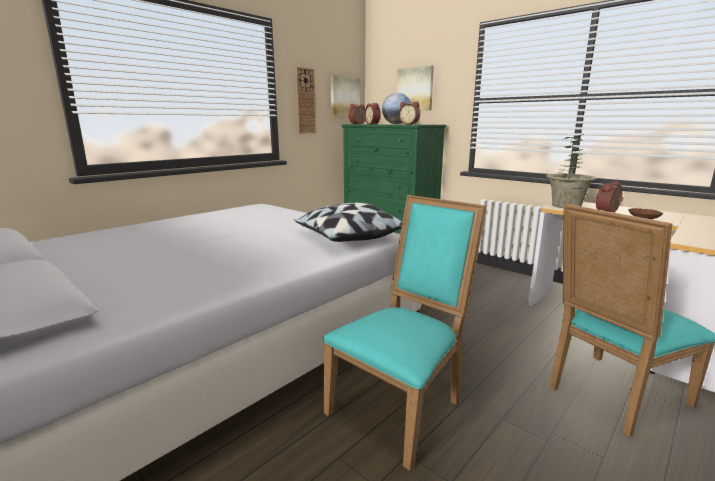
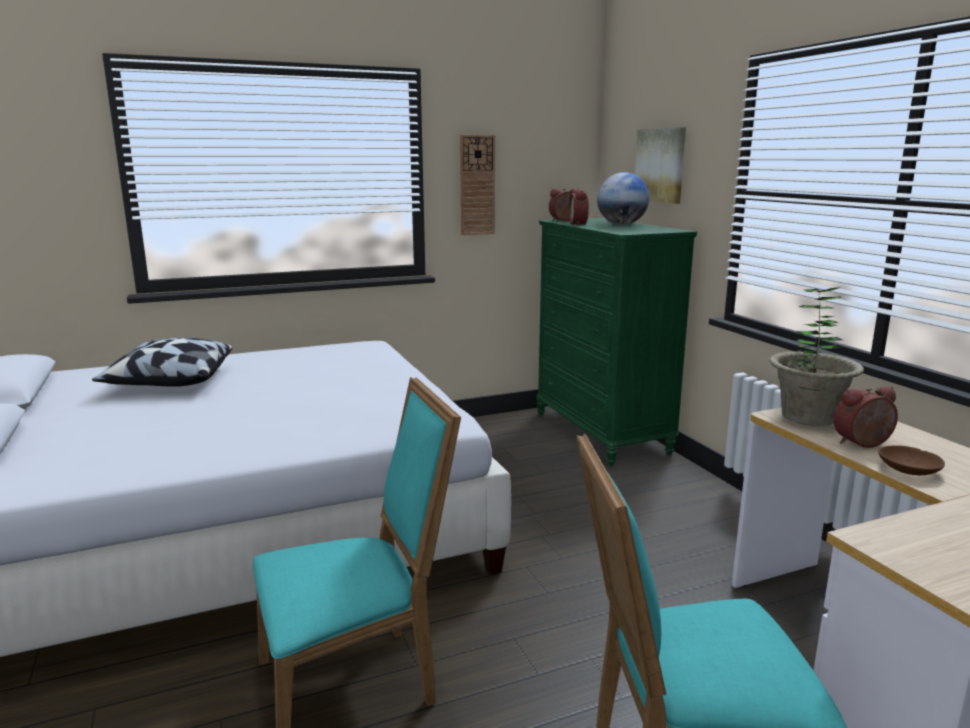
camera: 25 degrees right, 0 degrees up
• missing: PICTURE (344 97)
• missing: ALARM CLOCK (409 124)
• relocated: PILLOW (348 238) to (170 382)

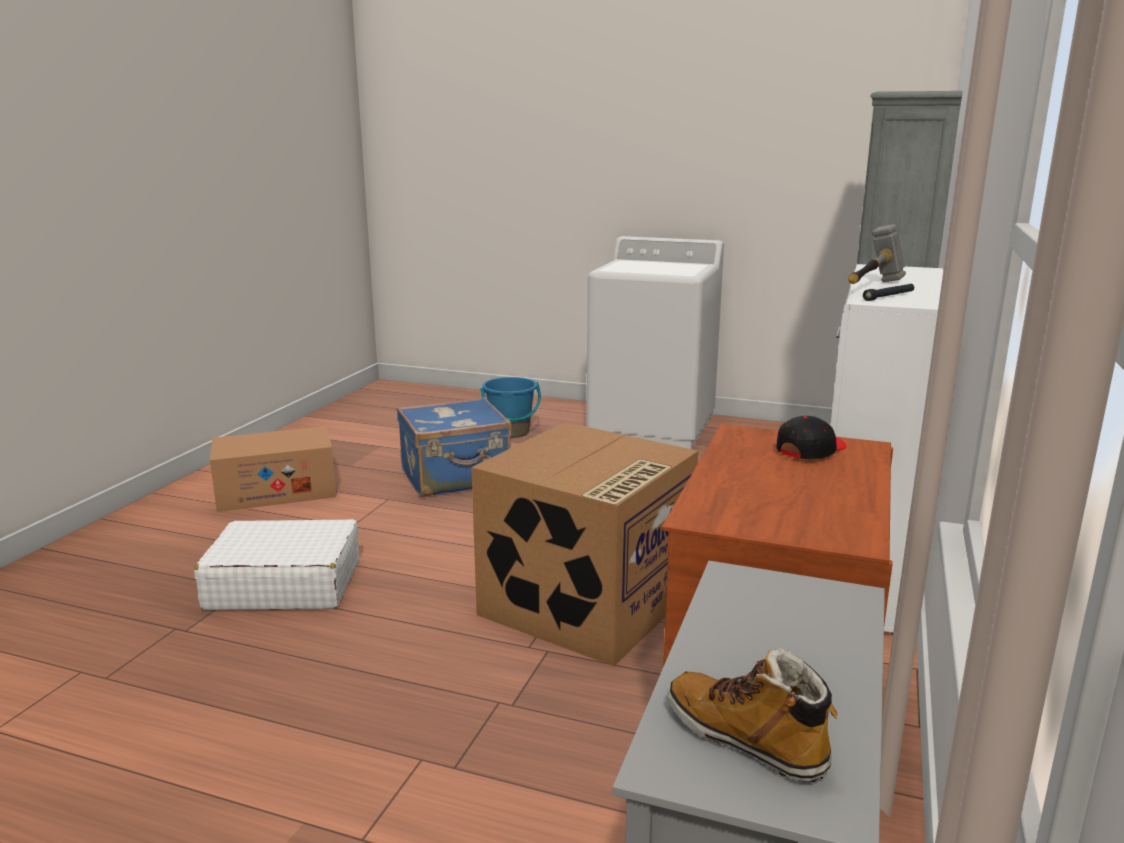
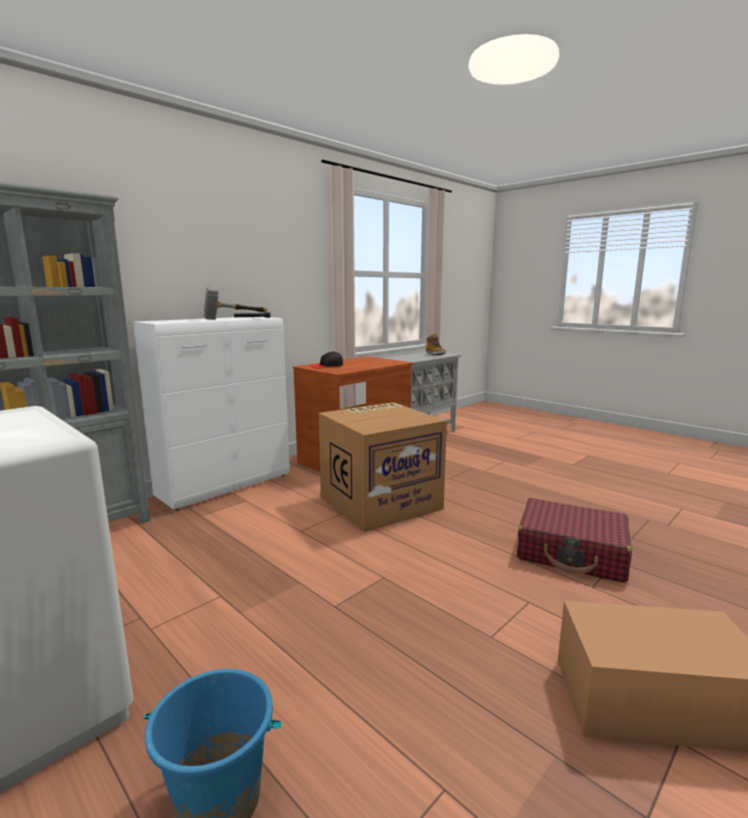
camera: 155 degrees left, 5 degrees down
• missing: BLUE SUITCASE (456 478)
• colour: WHITE SUITCASE (283 584) to RED SUITCASE (572 553)

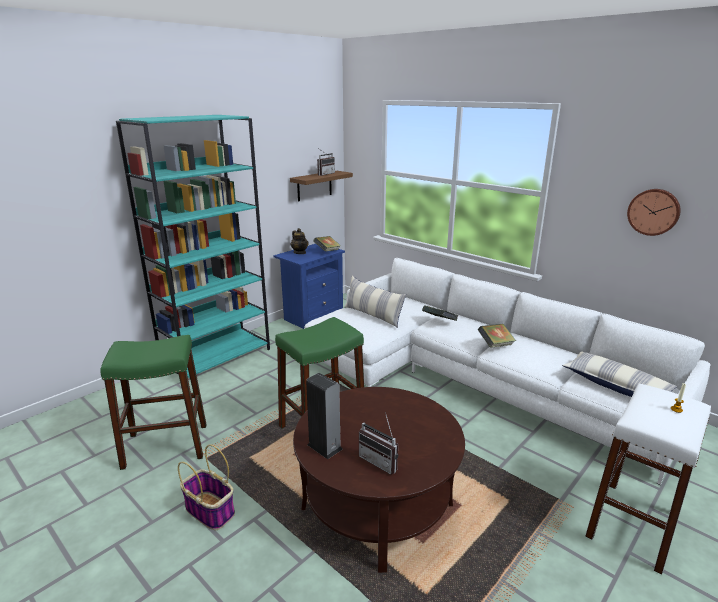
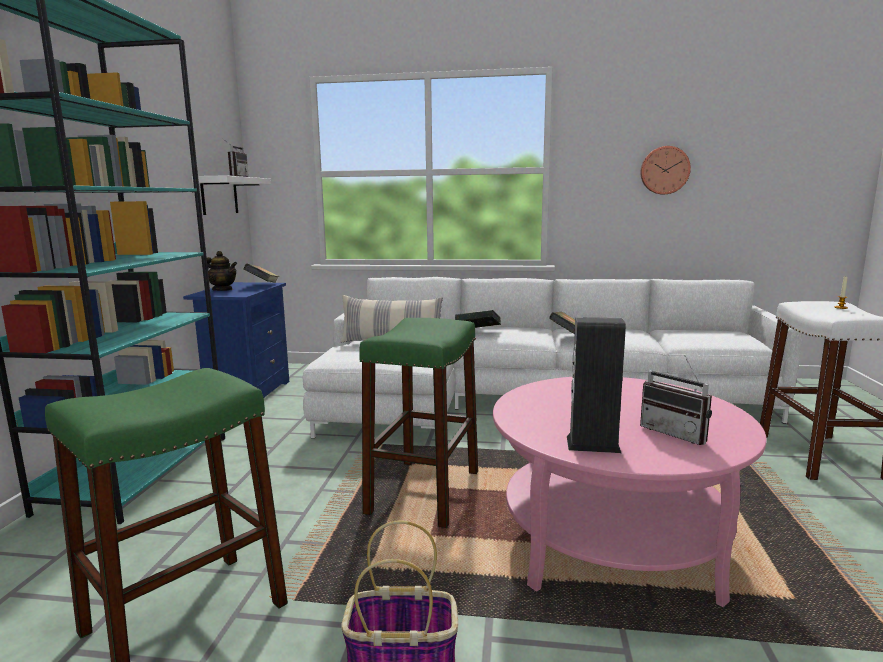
camera: 35 degrees left, 10 degrees down
• colour: BROWN SHELF (314 186) to WHITE SHELF (219 195)
• missing: PILLOW (615 385)
• colour: BROWN COFFEE TABLE (377 505) to PINK COFFEE TABLE (613 542)
• spun: RADIO (381 461) = (677 433) 45 degrees clockwise

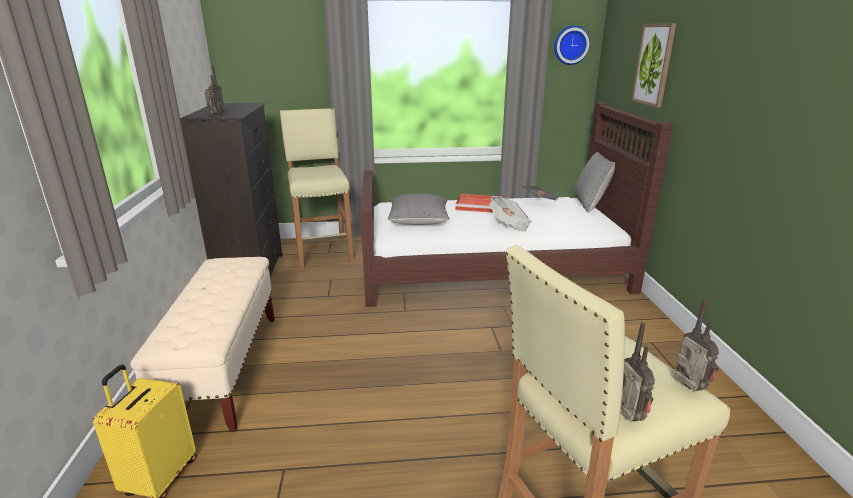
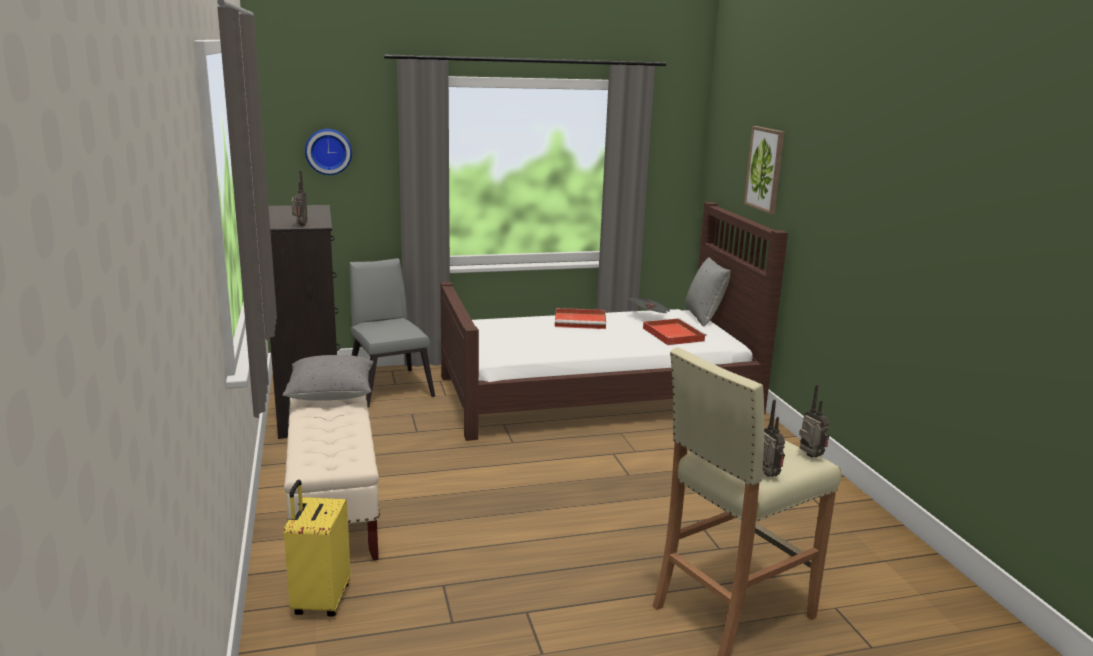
camera: 10 degrees left, 5 degrees down
• relocated: WALL CLOCK (570 45) to (328 151)
• exchanged: BEIGE STOOL (323 253) to GREY CHAIR (389 385)
• relocated: GREY PILLOW (418 221) to (331 394)
• missing: NEWSPAPER (509 225)
• appeared: RED TRAY (672 334)

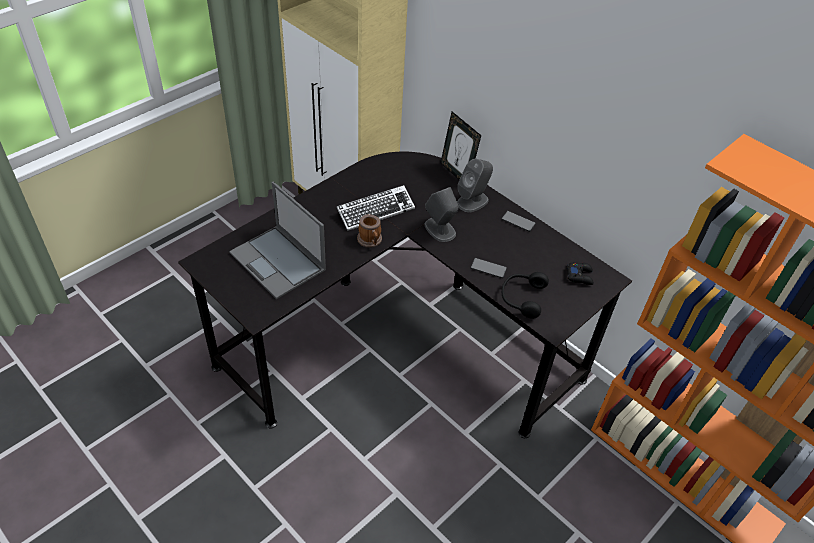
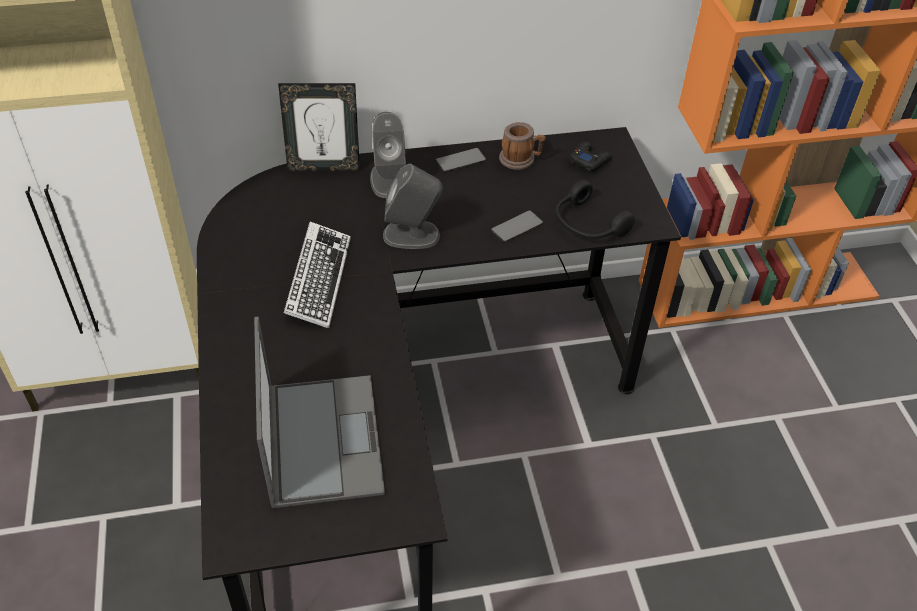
camera: 55 degrees left, 0 degrees up
• spun: LAPTOP (278 262) = (322 438) 90 degrees counterclockwise
• relocated: MUG (370 241) to (521 159)

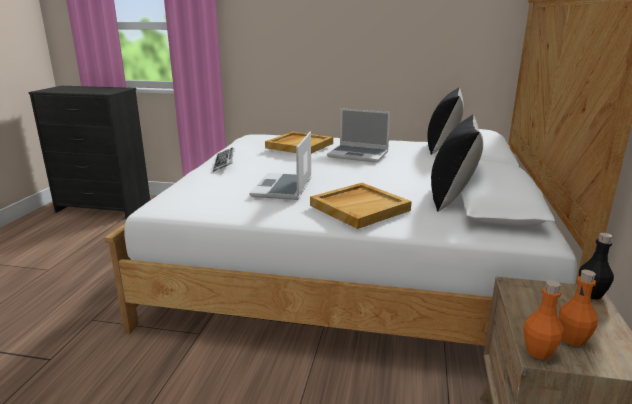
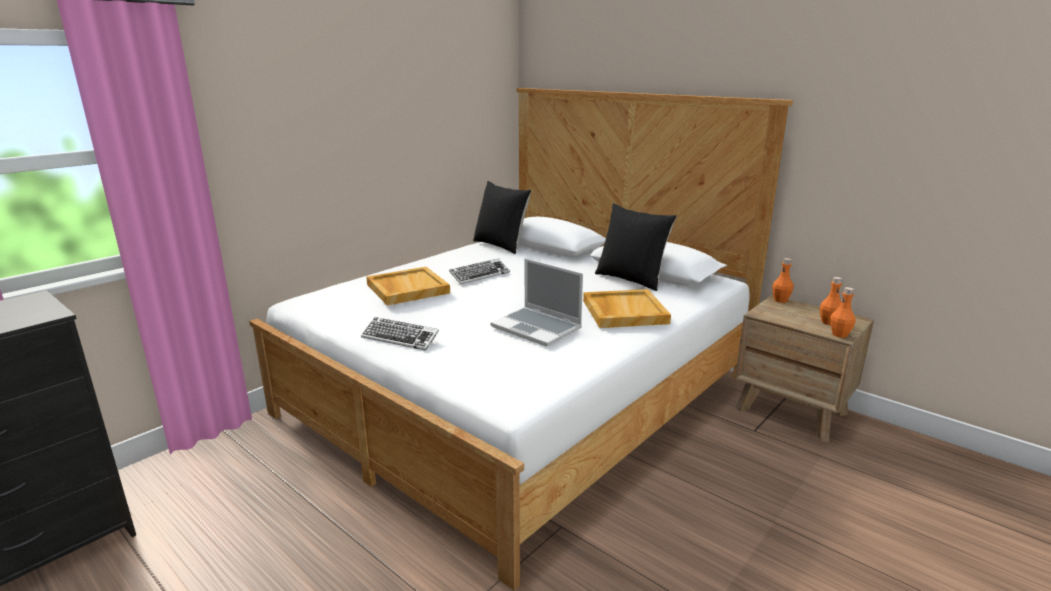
camera: 60 degrees left, 0 degrees up
• exchanged: LAPTOP (359 155) to KEYBOARD (480 275)
• colour: BLACK BOTTLE (591 294) to ORANGE BOTTLE (780 300)

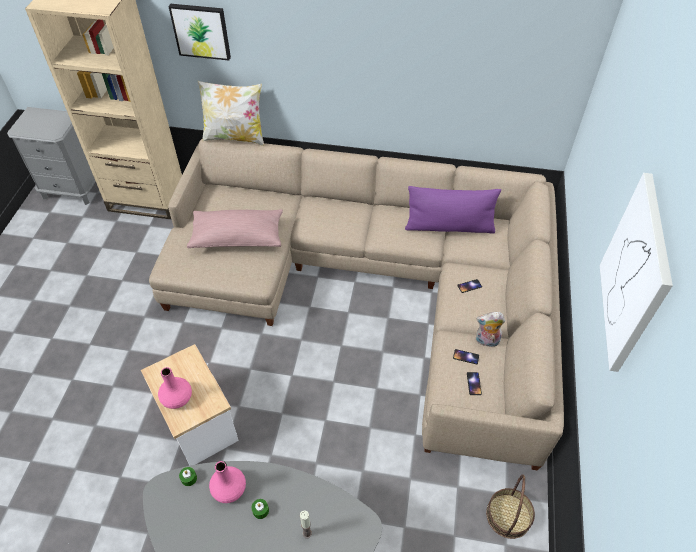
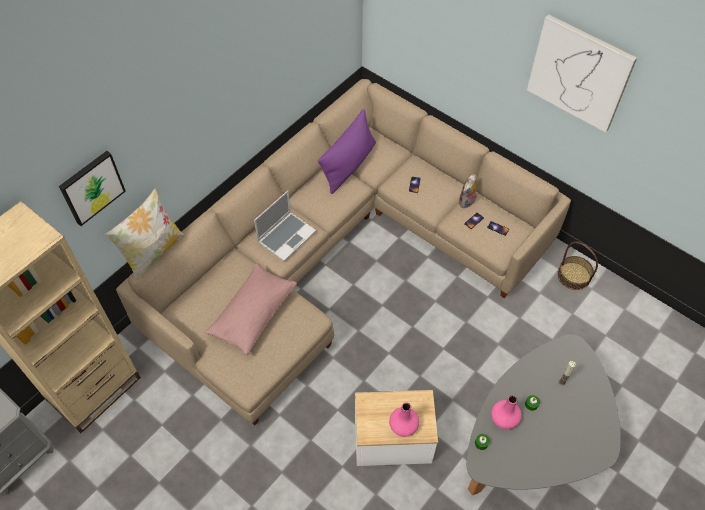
camera: 60 degrees left, 5 degrees up
• appeared: LAPTOP (286 236)

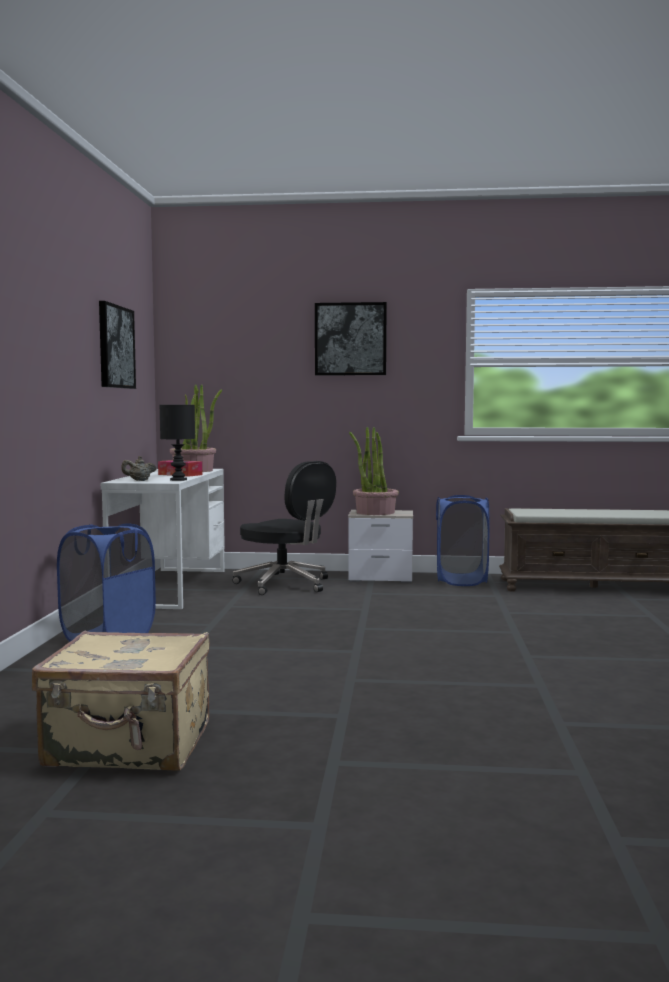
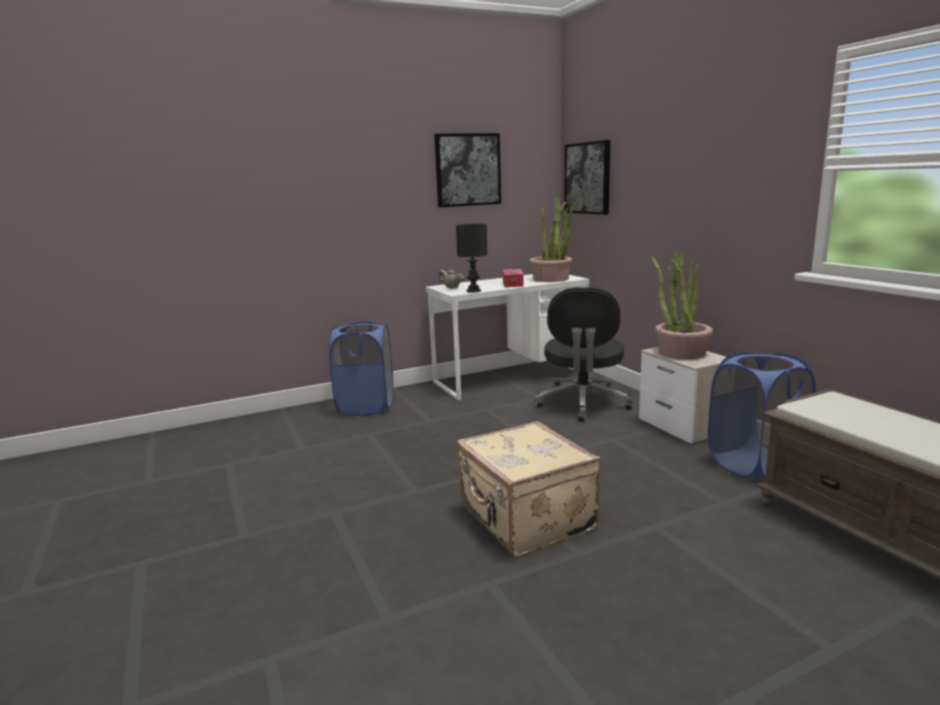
camera: 60 degrees right, 10 degrees up
• relocated: PICTURE (350 339) to (588 178)
• relocated: BEIGE SUITCASE (130 746) to (525 519)

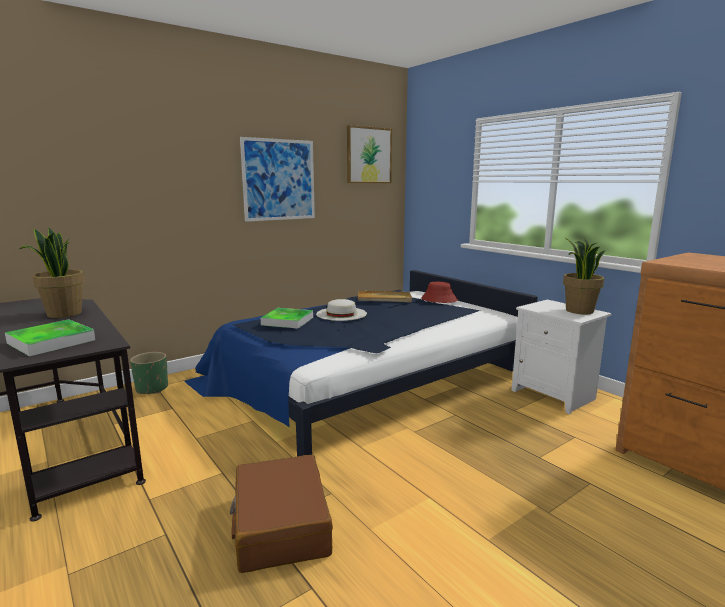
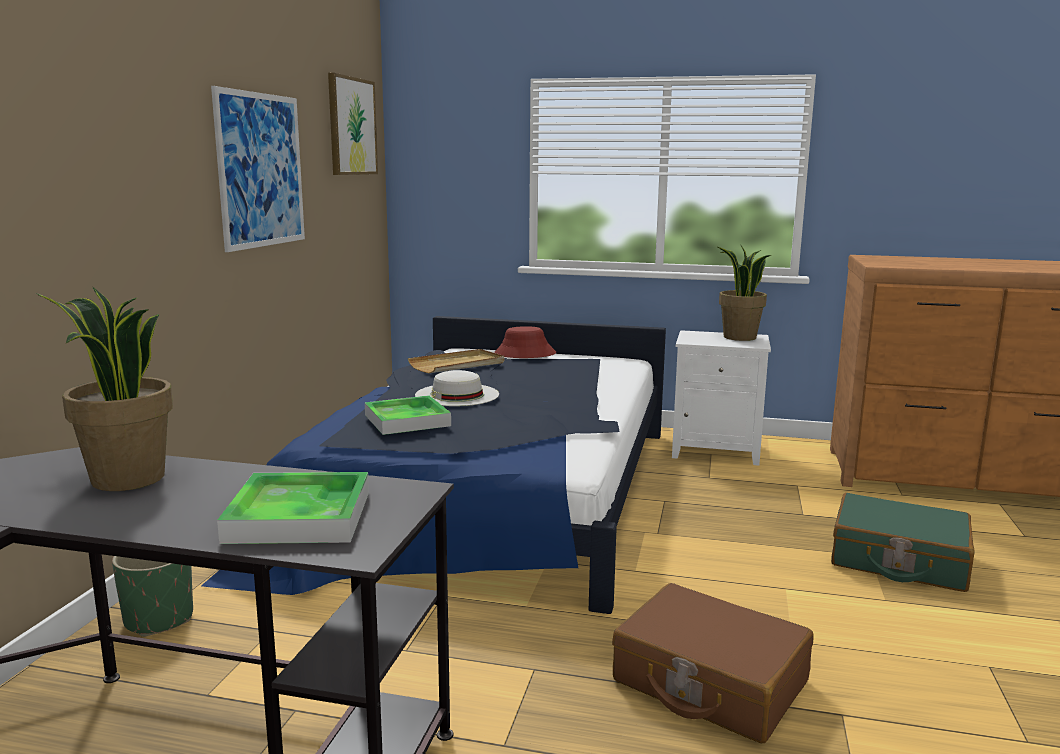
camera: 40 degrees left, 0 degrees up
• appeared: GREEN SUITCASE (898 560)

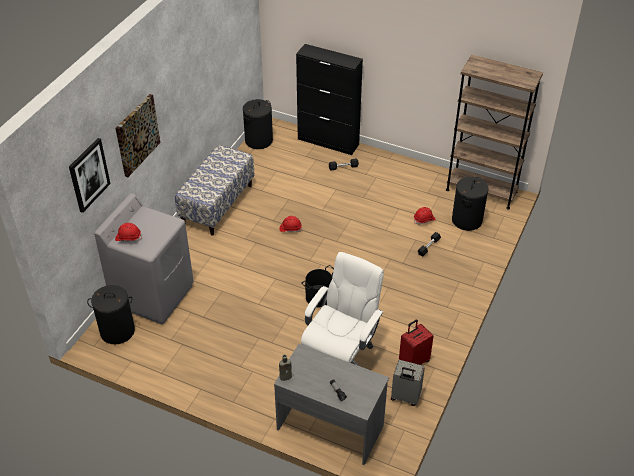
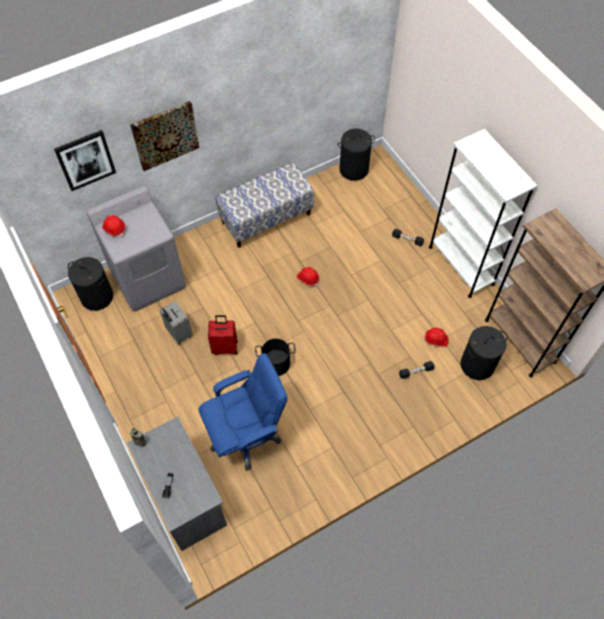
camera: 35 degrees right, 15 degrees up
• missing: BLACK CABINET (328 142)
• colour: WHITE OFFICE CHAIR (340 357) to BLUE OFFICE CHAIR (246 435)
• relocated: RED SUITCASE (413 361) to (225 347)
• relocated: GREY SUITCASE (405 397) to (178 333)
• appeared: WHITE BOOKCASE (461 265)

